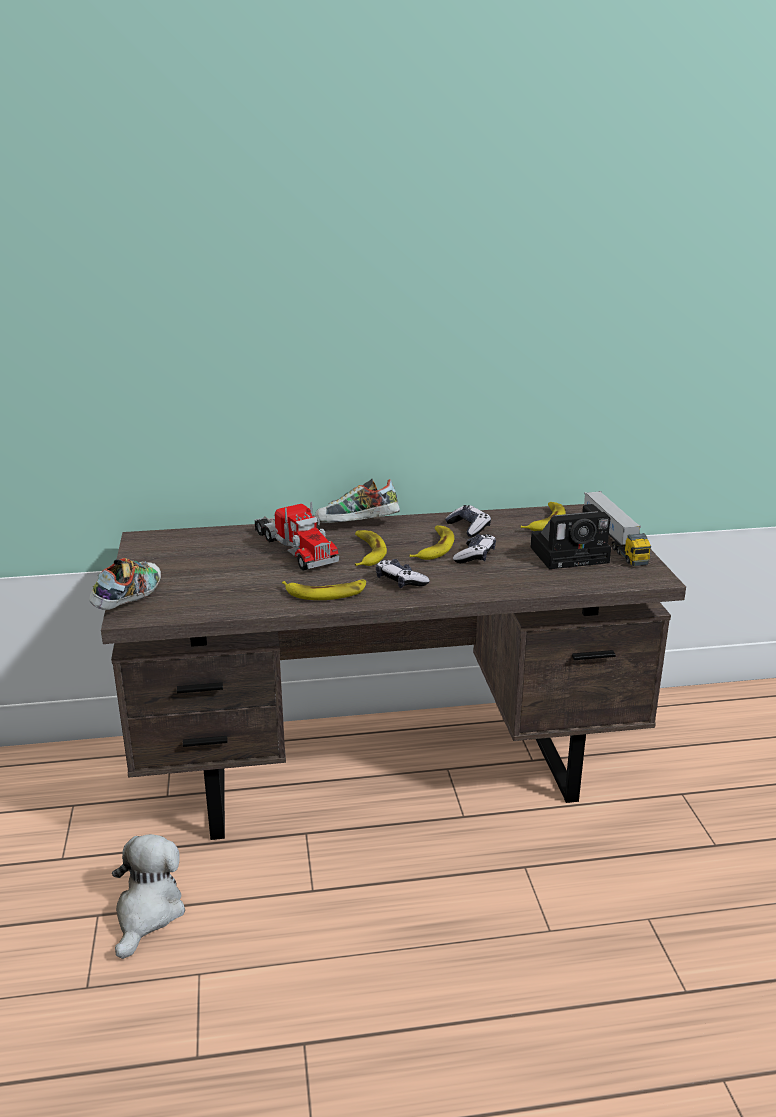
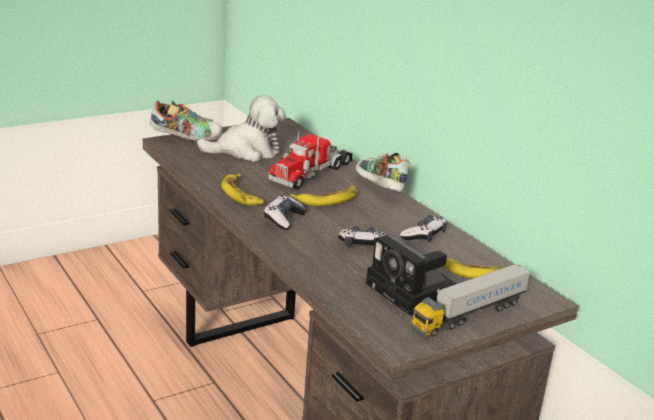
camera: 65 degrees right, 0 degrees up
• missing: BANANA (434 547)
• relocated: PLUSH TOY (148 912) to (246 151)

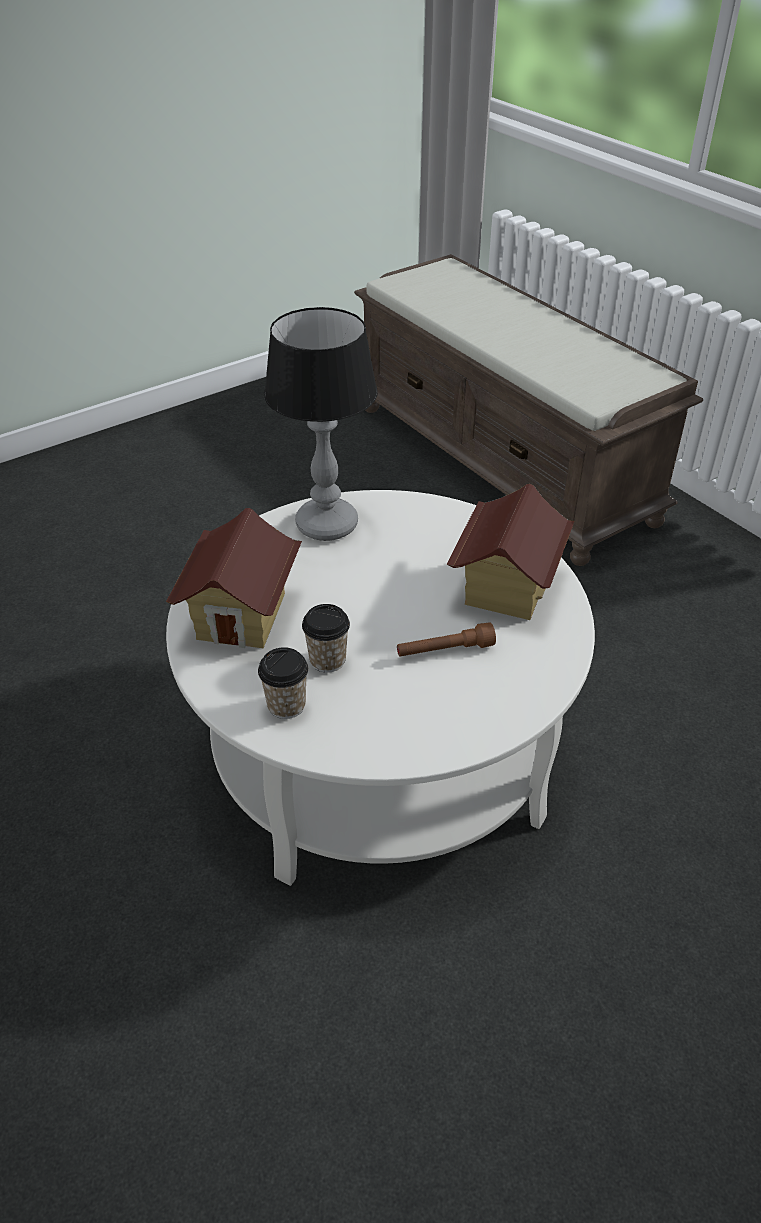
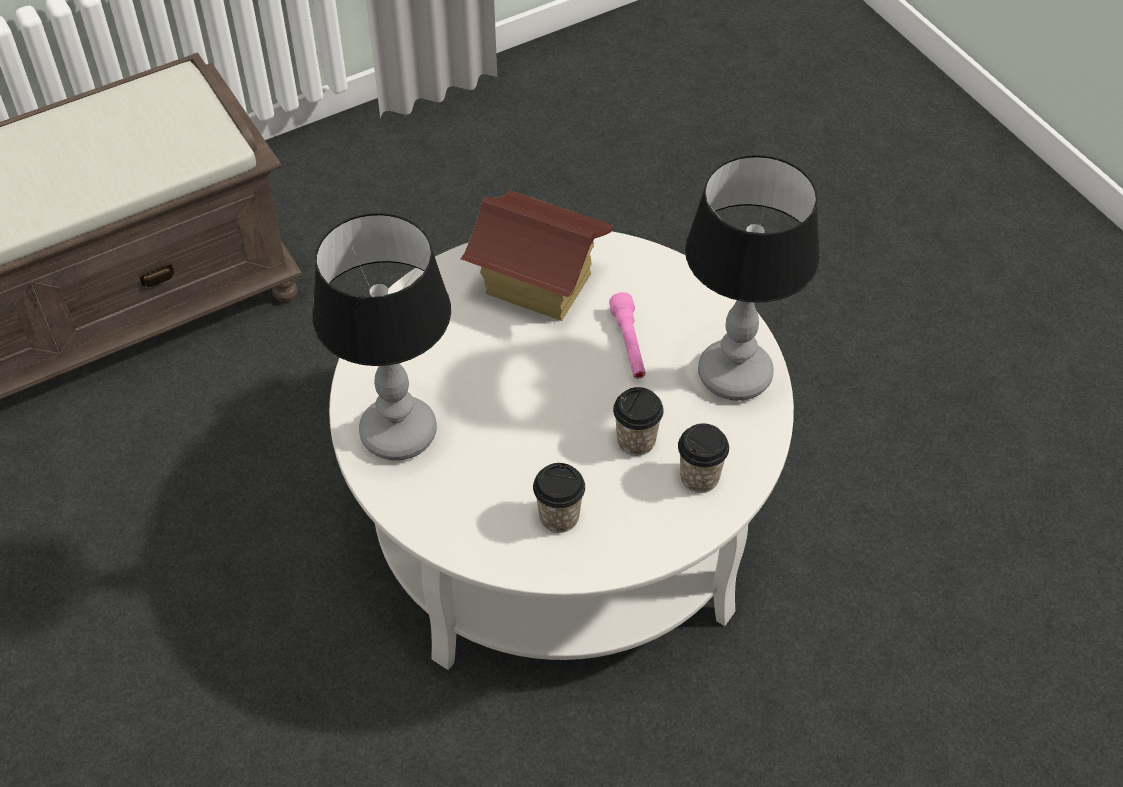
camera: 85 degrees left, 10 degrees up
• exchanged: TOY HOUSE (243 616) to CUP (559 517)
• colour: BROWN FLASHLIGHT (445 650) to PINK FLASHLIGHT (629 345)
• appeared: TABLE LAMP (736 375)

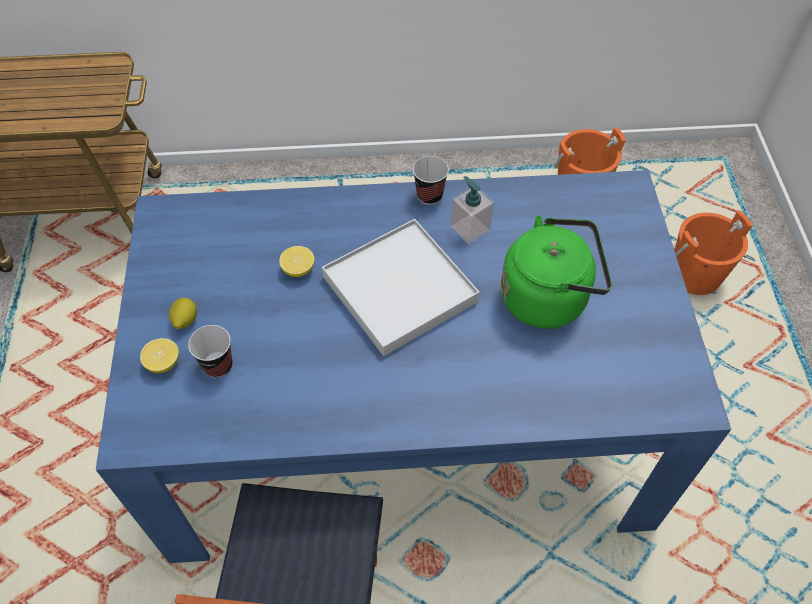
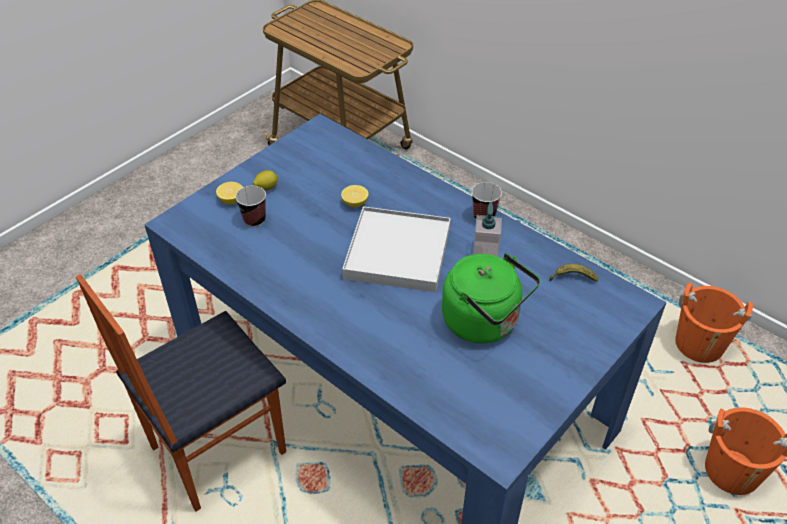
camera: 45 degrees right, 10 degrees down
• appeared: BANANA (572 278)

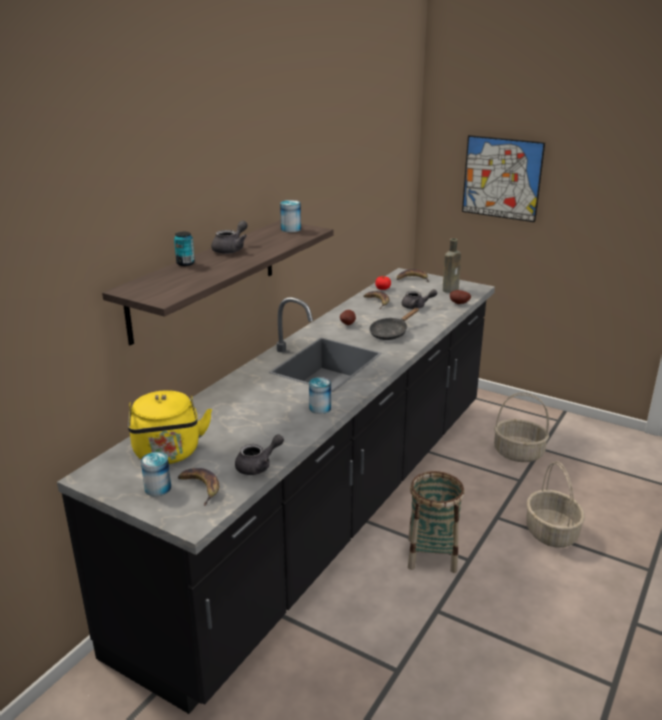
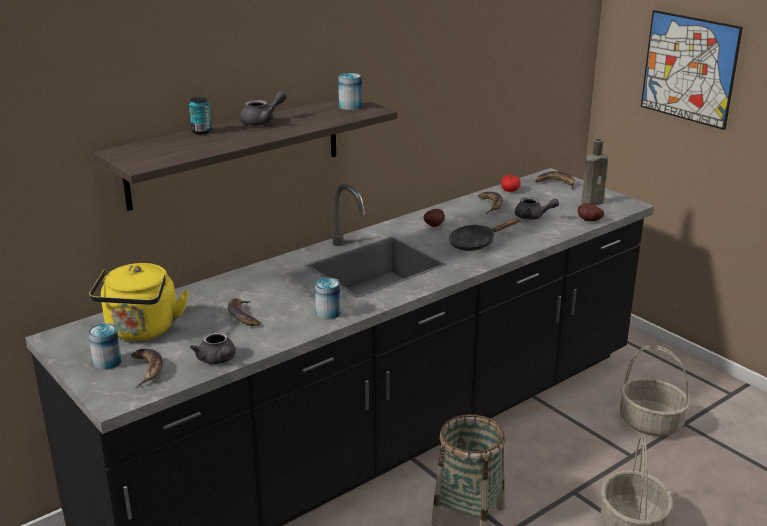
camera: 20 degrees right, 0 degrees up
• spun: GREY TEAPOT (258 466) = (218 360) 75 degrees clockwise
• appeared: BANANA (243 316)

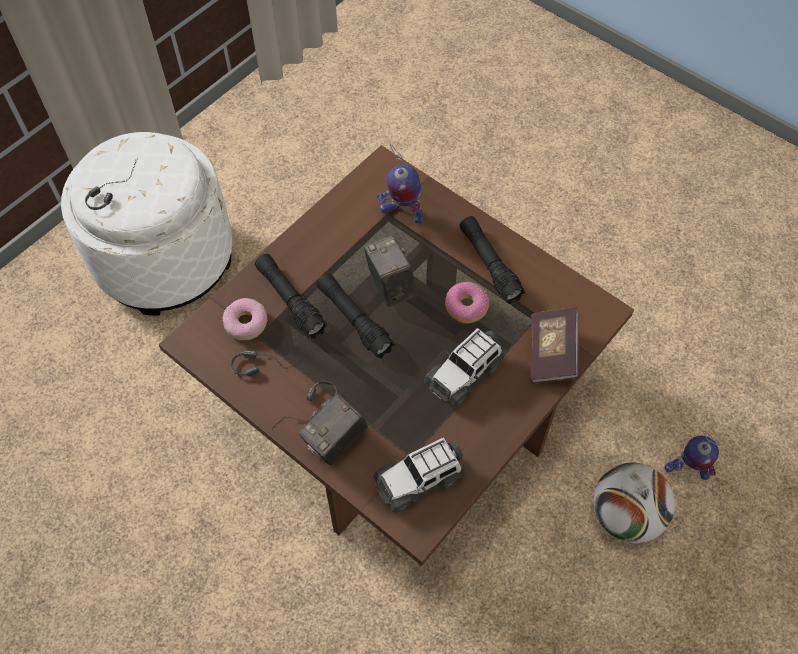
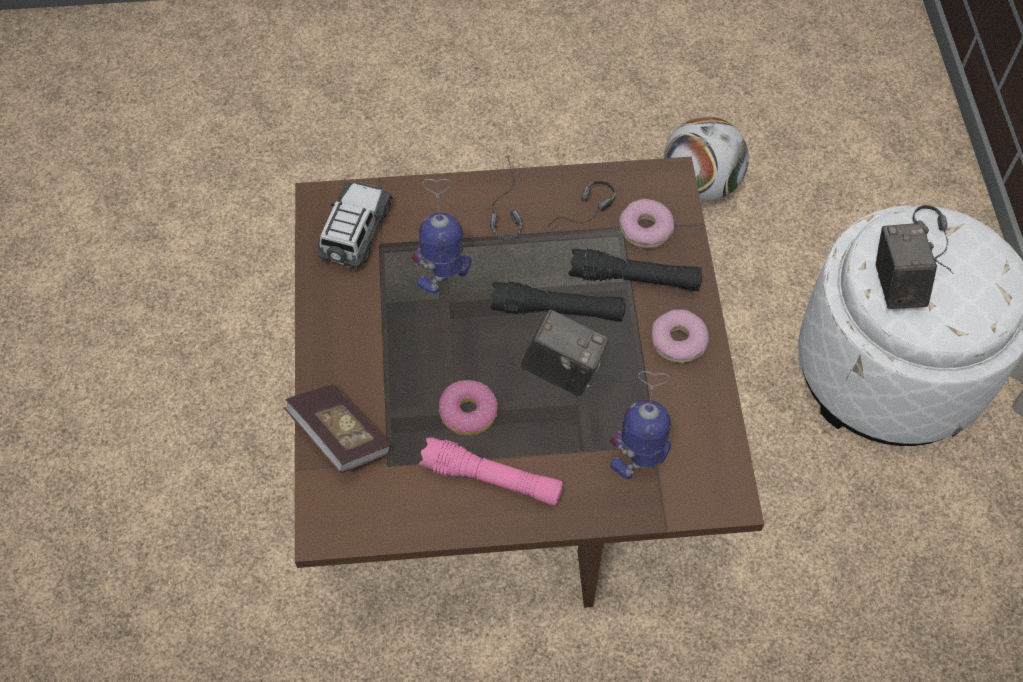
camera: 135 degrees right, 0 degrees up
• colour: BLACK FLASHLIGHT (489 264) to PINK FLASHLIGHT (492 479)
• missing: TOY CAR (464 374)
• relocated: PHOTO CAMERA (336 442) to (895 285)
• relocated: TOY ROBOT (686 470) to (446 274)
• relocated: FOOTBALL (625 515) to (700 184)
• appeared: DONUT (678 341)

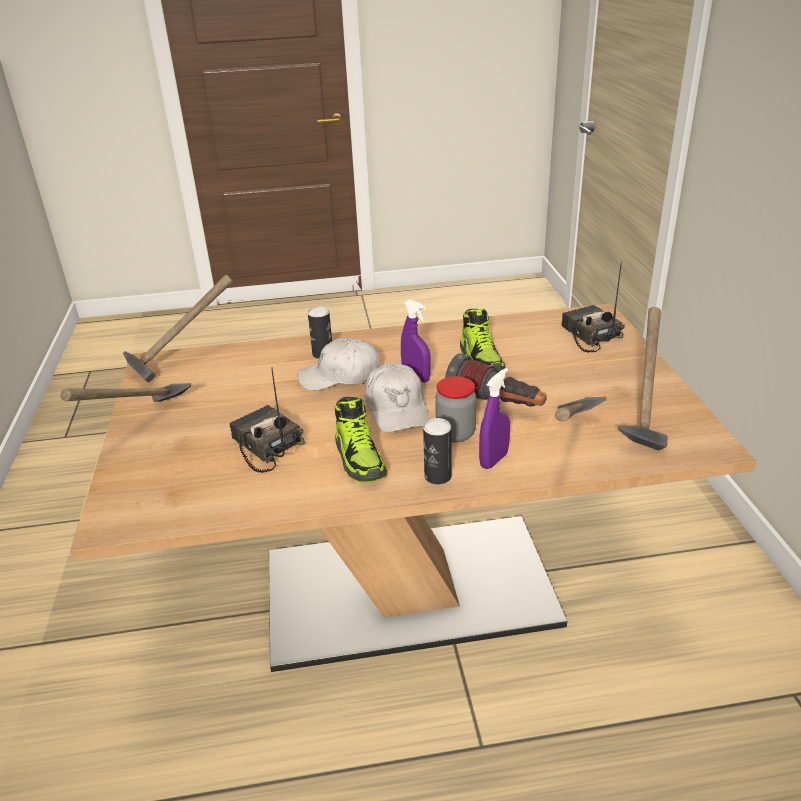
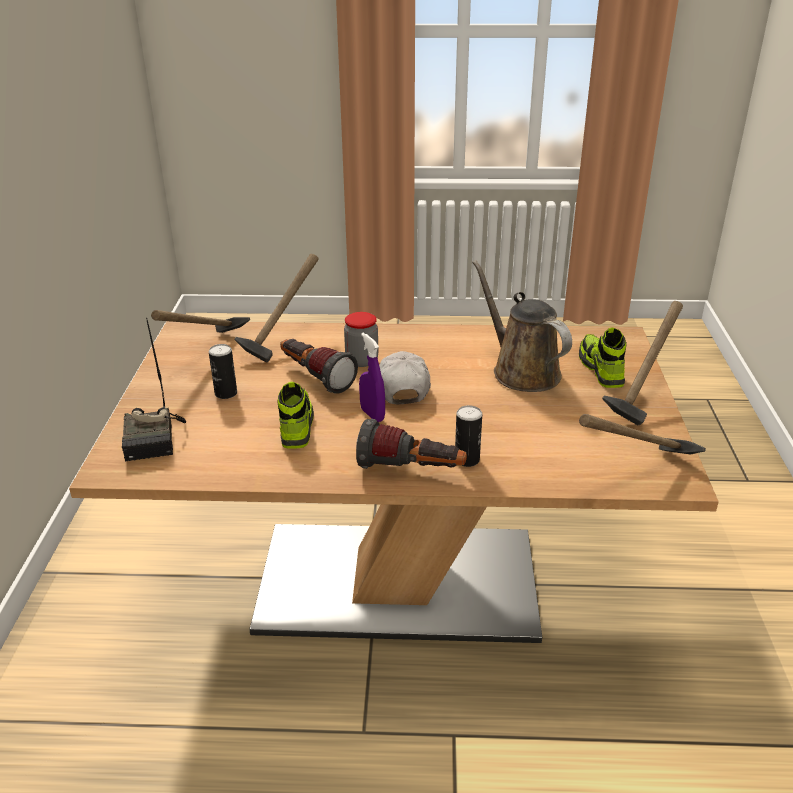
camera: 170 degrees left, 0 degrees up
• missing: WHITE CAP (340 377)
• exchanged: RADIO (265 446) to BROWN WATERING CAN (521 371)
• missing: PURPLE SPRAY BOTTLE (493 460)
• relocated: SHOE (360 459) to (600 369)
• relocated: CAN (438 476) to (226 393)
• appeared: FLASHLIGHT (411 470)

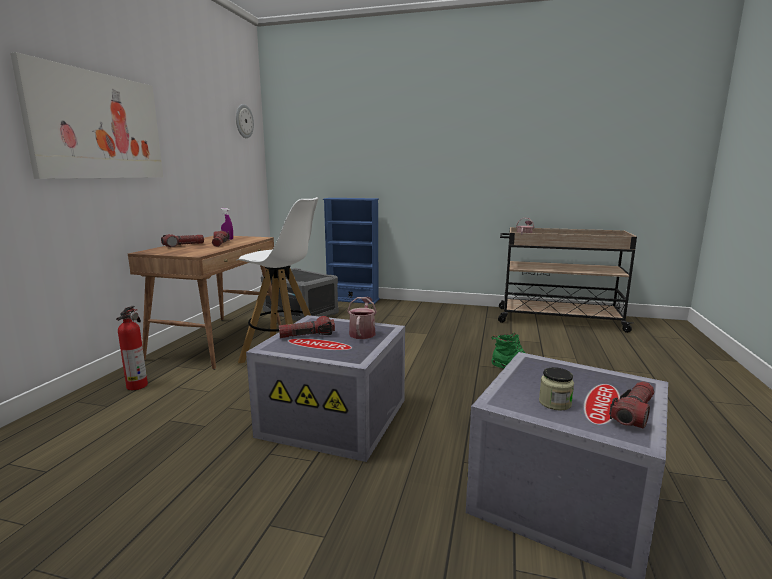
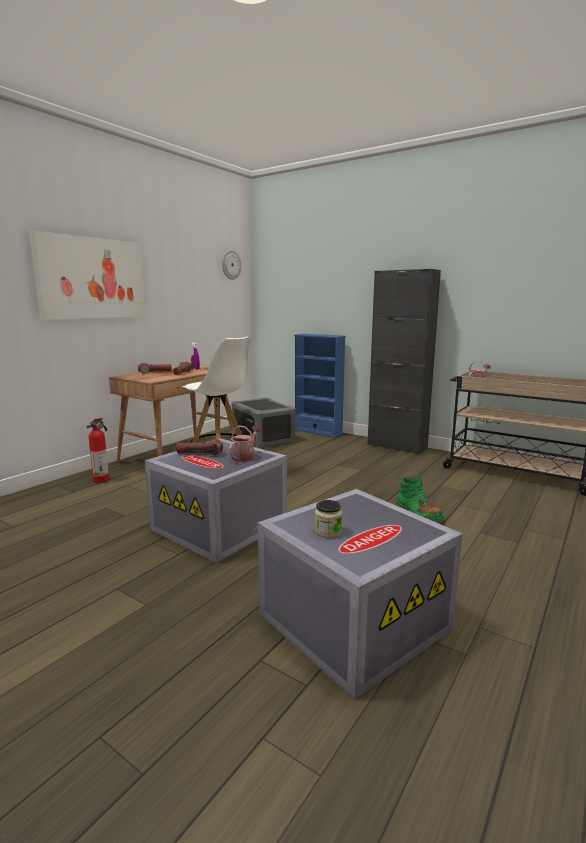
camera: 20 degrees right, 0 degrees up
• missing: FLASHLIGHT (633 413)
• appeared: BLACK CABINET (397 446)

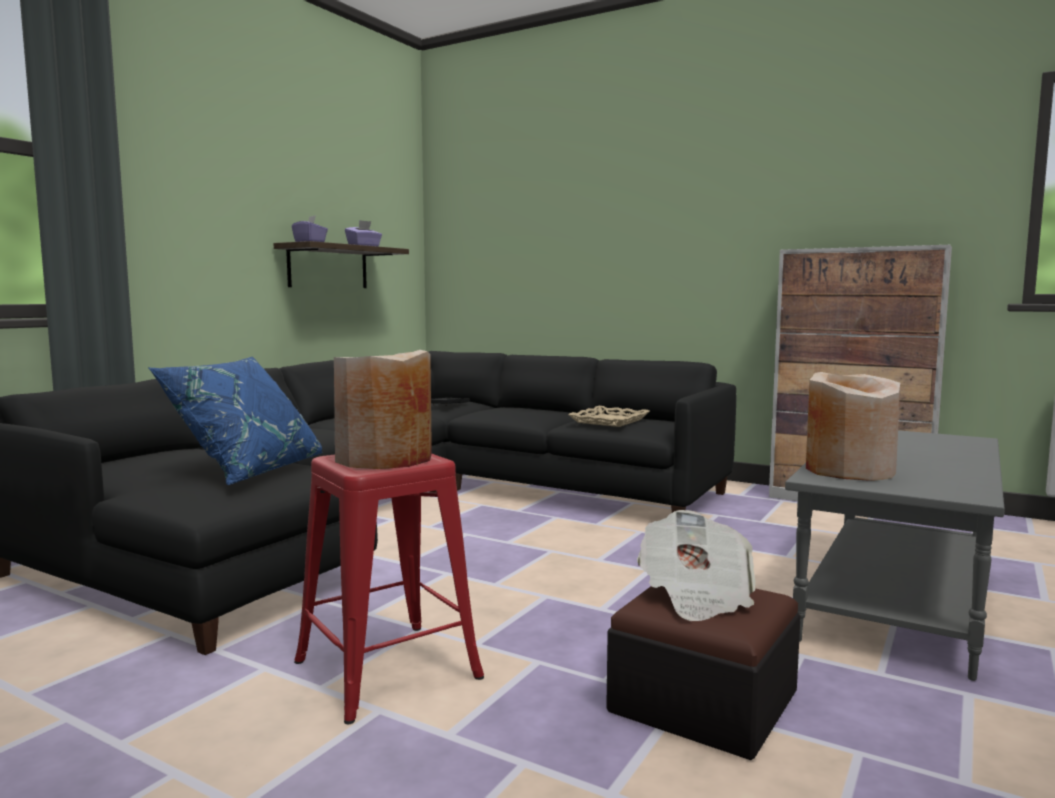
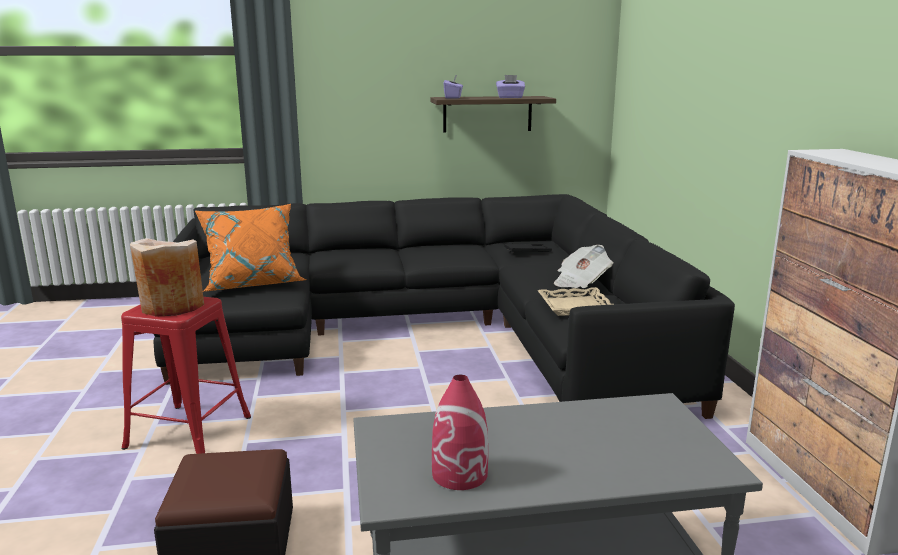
camera: 50 degrees right, 10 degrees up
• colour: BLUE PILLOW (248 472) to ORANGE PILLOW (253 283)
• missing: BEIGE VASE (848 470)
• relocated: NEWSPAPER (695 596) to (581 282)
• appeared: RED VASE (460 474)

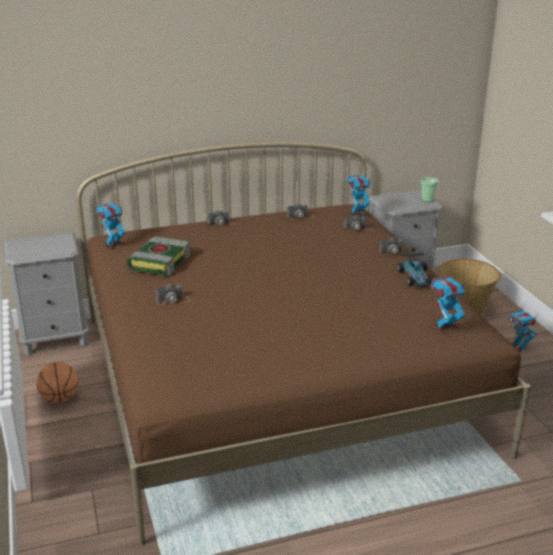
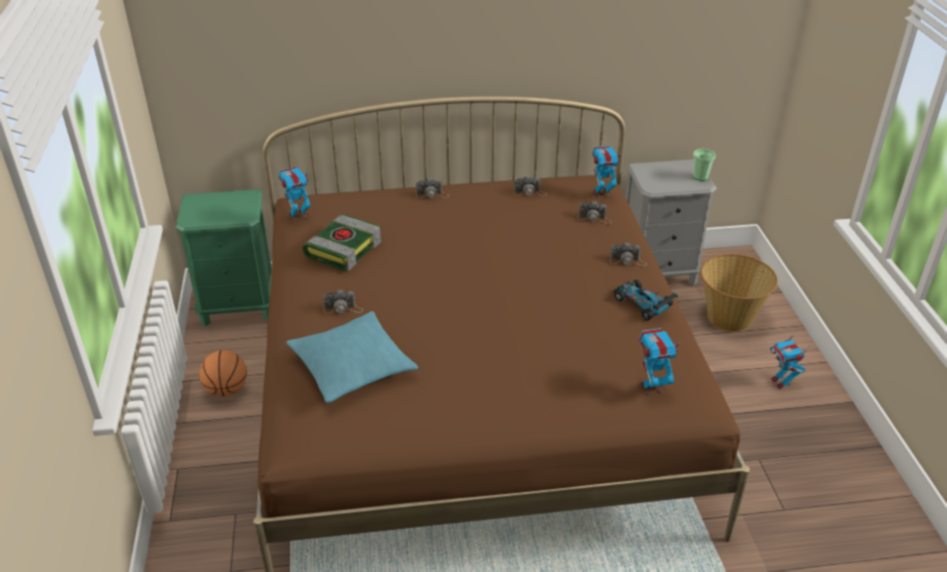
camera: 10 degrees right, 10 degrees up
• colour: GREY NIGHTSTAND (55 338) to GREEN NIGHTSTAND (239 306)
• spun: TOY CAR (416 277) = (642 304) 135 degrees clockwise
• appeared: TURQUOISE PILLOW (352 366)

